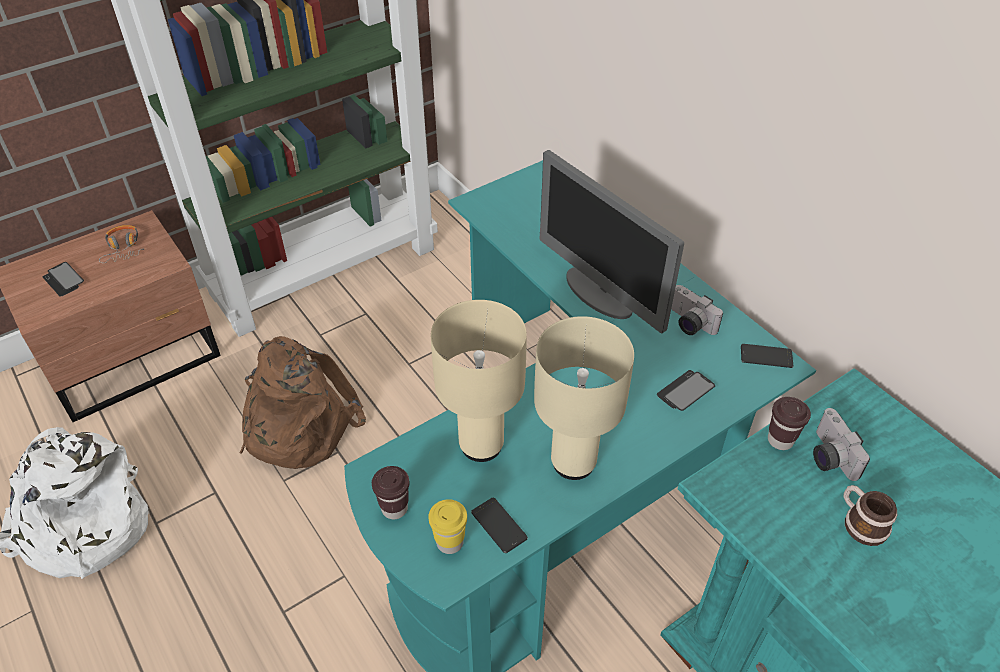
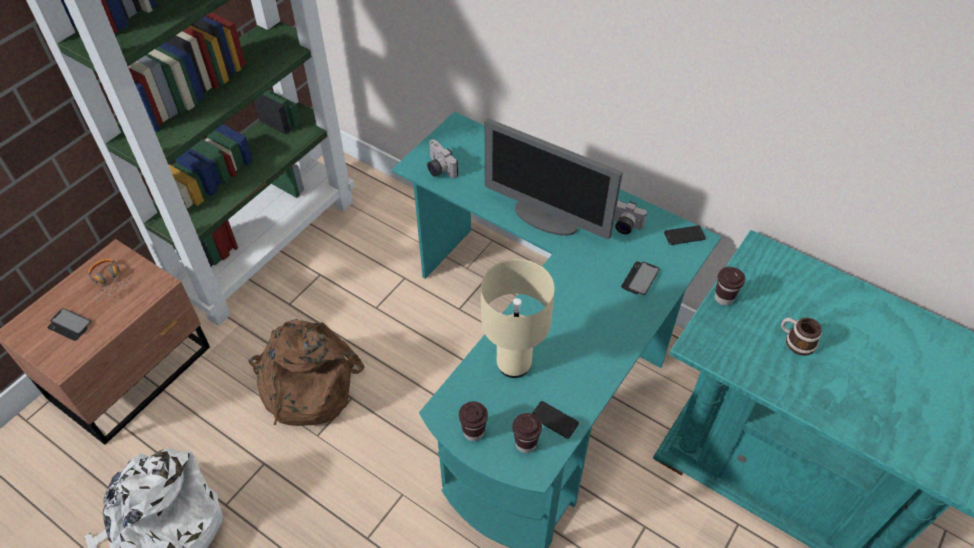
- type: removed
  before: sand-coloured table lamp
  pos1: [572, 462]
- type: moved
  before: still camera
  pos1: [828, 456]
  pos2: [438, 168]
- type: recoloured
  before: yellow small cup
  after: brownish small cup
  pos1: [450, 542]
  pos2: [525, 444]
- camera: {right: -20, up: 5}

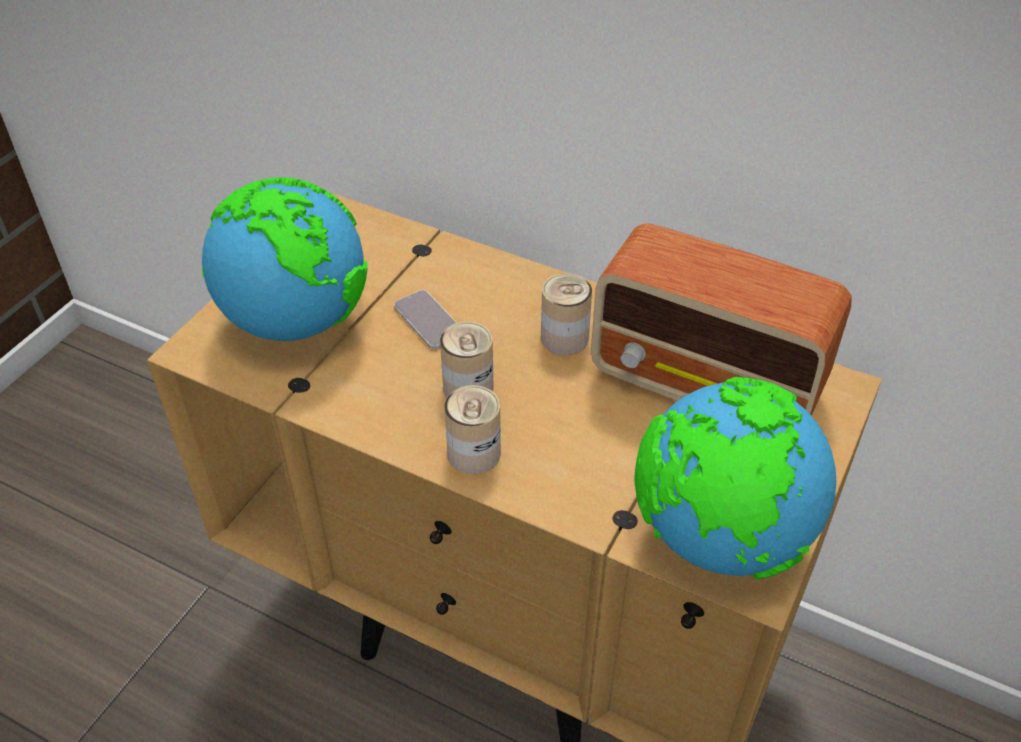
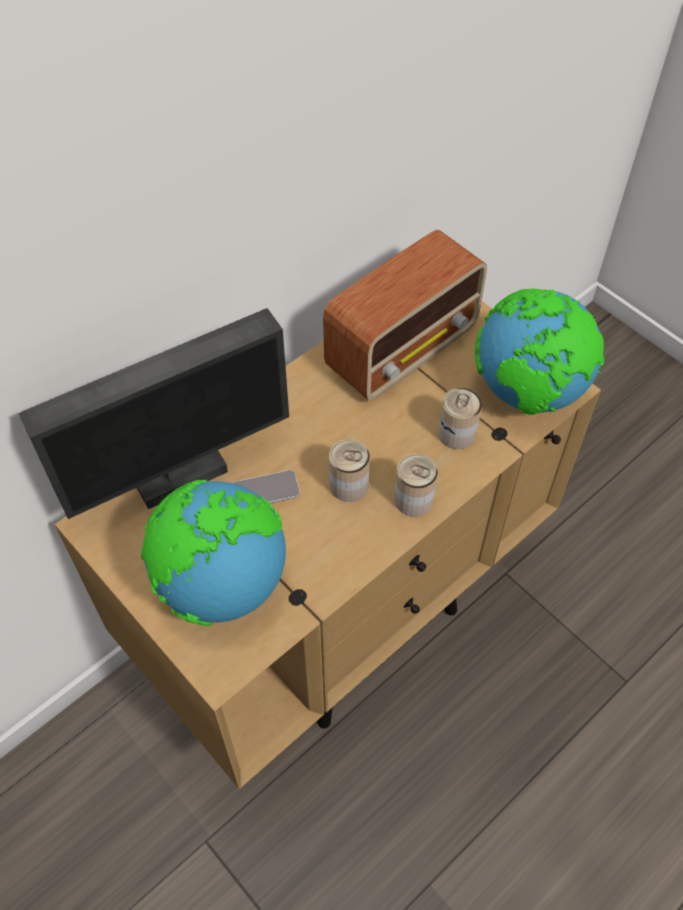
- type: added
  after: monitor
  pos2: [180, 477]
- type: moved
  before: can
  pos1: [564, 338]
  pos2: [457, 433]
- camera: {right: -70, up: 10}

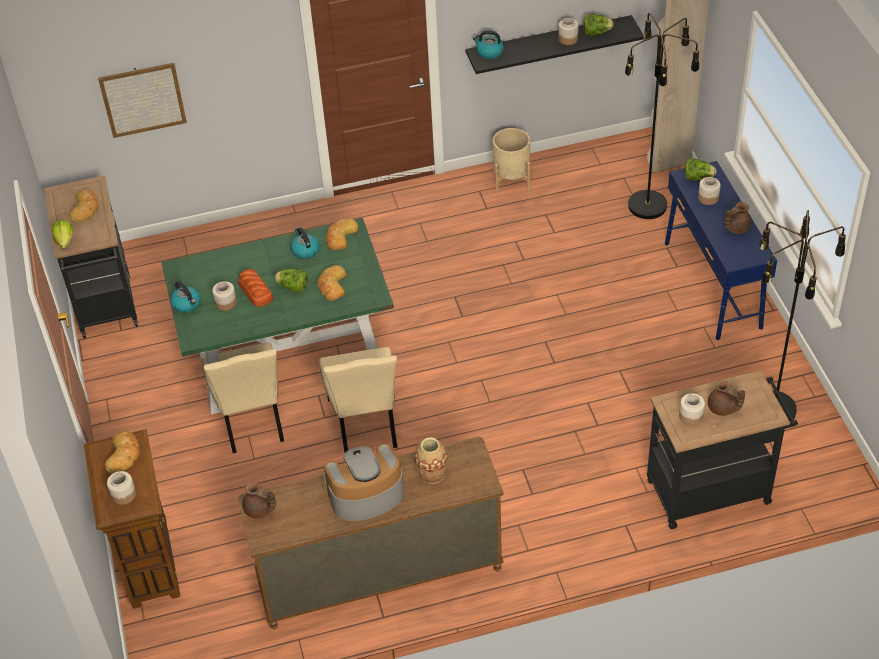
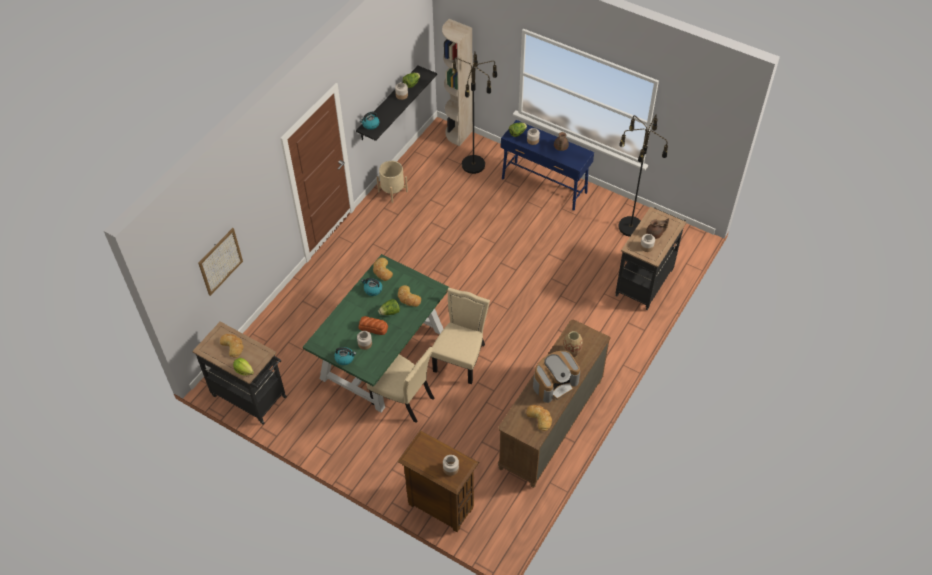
- type: removed
  before: brownish tea pot
  pos1: [260, 510]
- type: moved
  before: bakery bread
  pos1: [124, 455]
  pos2: [540, 418]
- type: turned
  before: sand-coloured upright chair
  pos1: [365, 420]
  pos2: [460, 359]
  turn: -105
- type: turned
  before: coffee brewer
  pos1: [366, 495]
  pos2: [555, 383]
  turn: -150
- camera: {right: -45, up: 5}

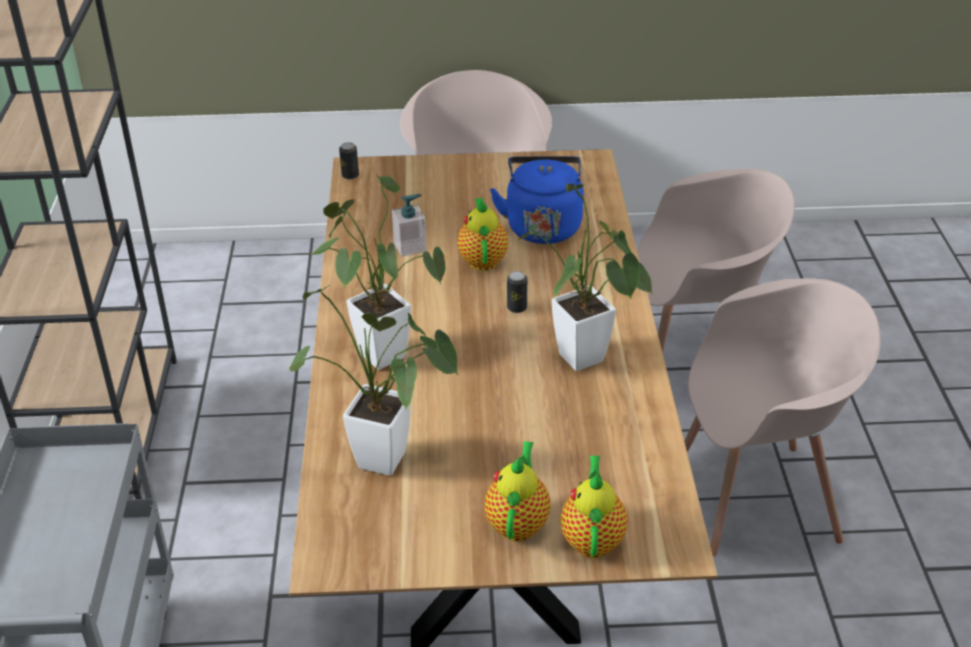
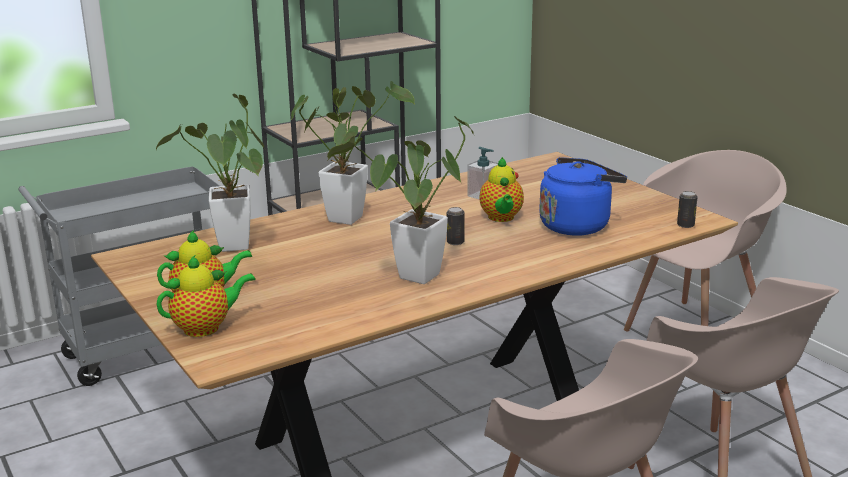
- type: moved
  before: can
  pos1: [350, 175]
  pos2: [685, 225]
- type: turned
  before: tea pot
  pos1: [482, 259]
  pos2: [501, 218]
  turn: 120
- camera: {right: 60, up: -15}

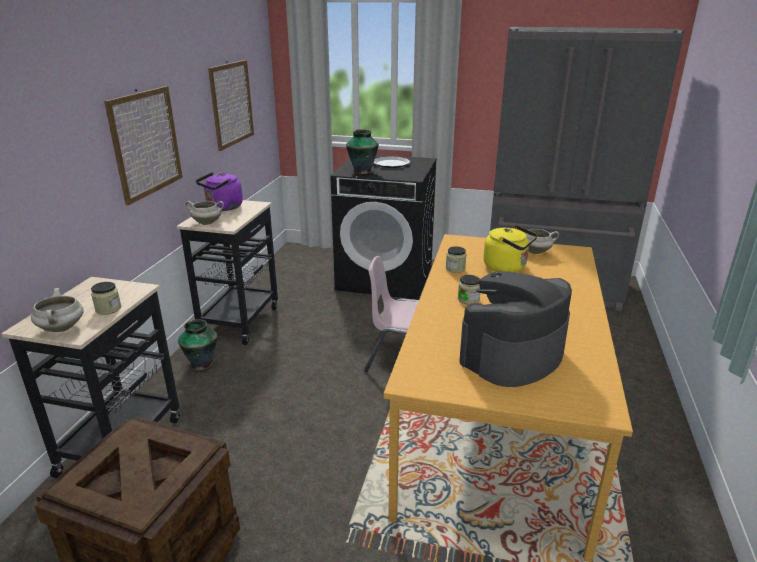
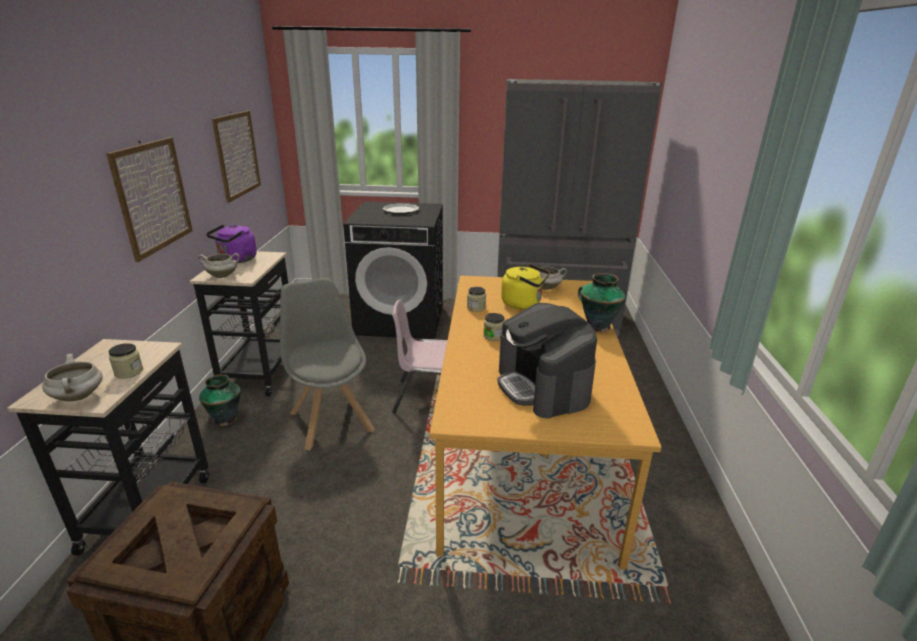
- type: added
  after: grey upright chair
  pos2: [330, 419]
- type: moved
  before: decorative vase
  pos1: [362, 171]
  pos2: [597, 326]
- type: turned
  before: coffee brewer
  pos1: [512, 356]
  pos2: [543, 386]
  turn: -60
- camera: {right: -10, up: 0}

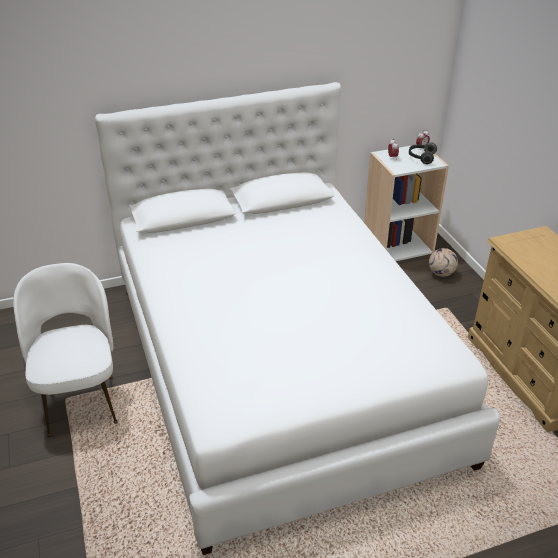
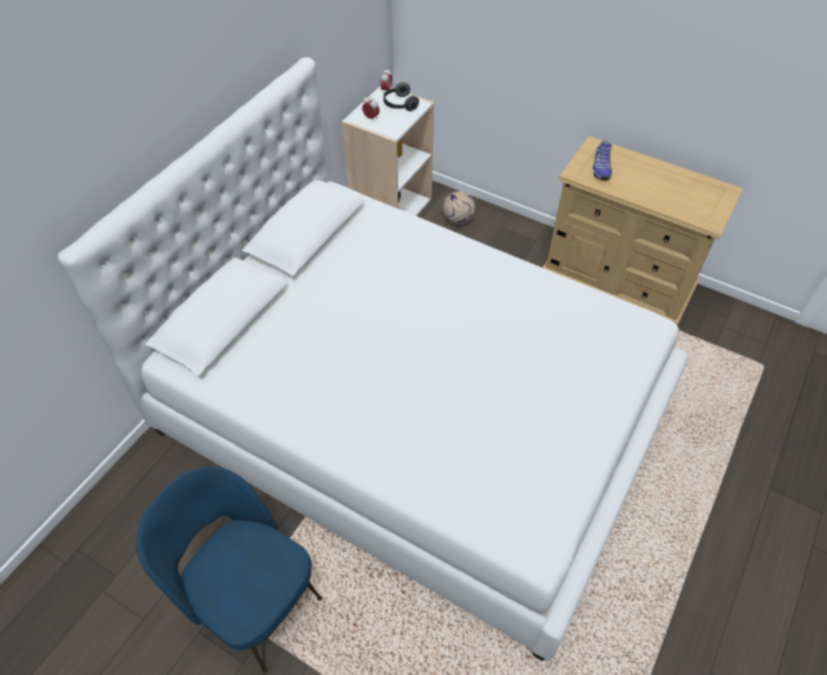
- type: added
  after: low shoe
  pos2: [600, 168]
- type: recoloured
  before: white-coloured upright chair
  after: blue upright chair
  pos1: [81, 400]
  pos2: [254, 602]
- camera: {right: -40, up: 15}

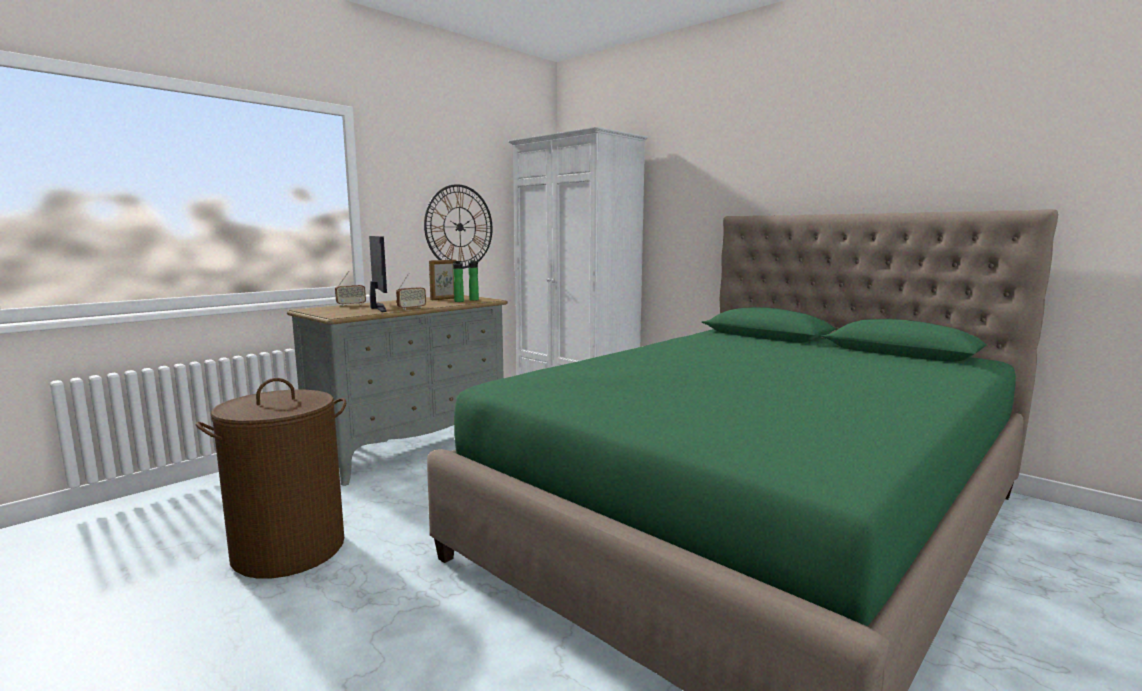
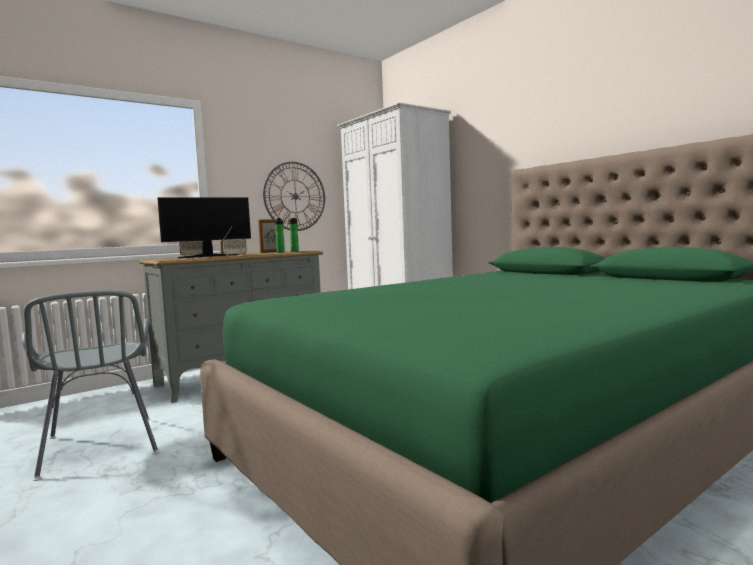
- type: replaced
  before: brownish laundry basket
  after: grey upright chair
  pos1: [288, 550]
  pos2: [100, 447]
- type: turned
  before: monitor
  pos1: [377, 307]
  pos2: [208, 256]
  turn: 75
- camera: {right: 10, up: -5}

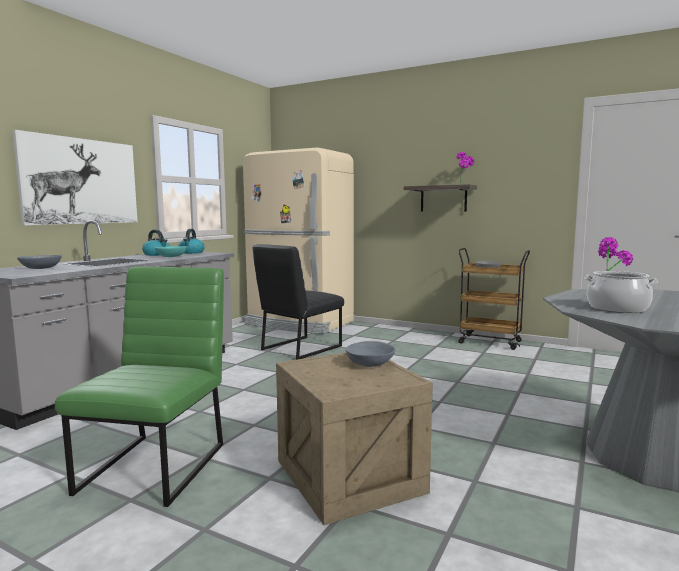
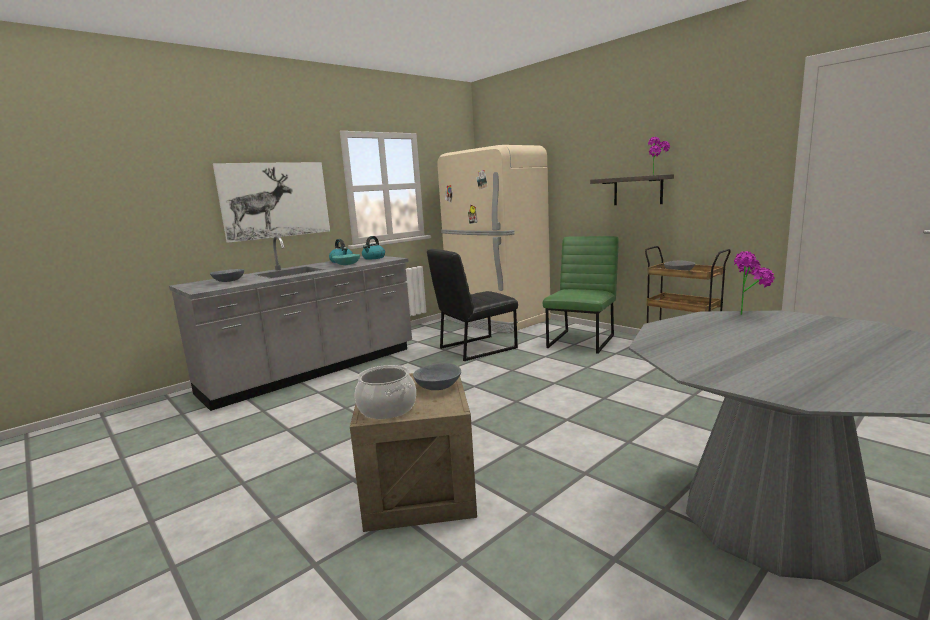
- type: moved
  before: greenish upright chair
  pos1: [157, 465]
  pos2: [582, 340]
- type: moved
  before: cooking pot
  pos1: [617, 308]
  pos2: [387, 408]
- camera: {right: 20, up: 5}

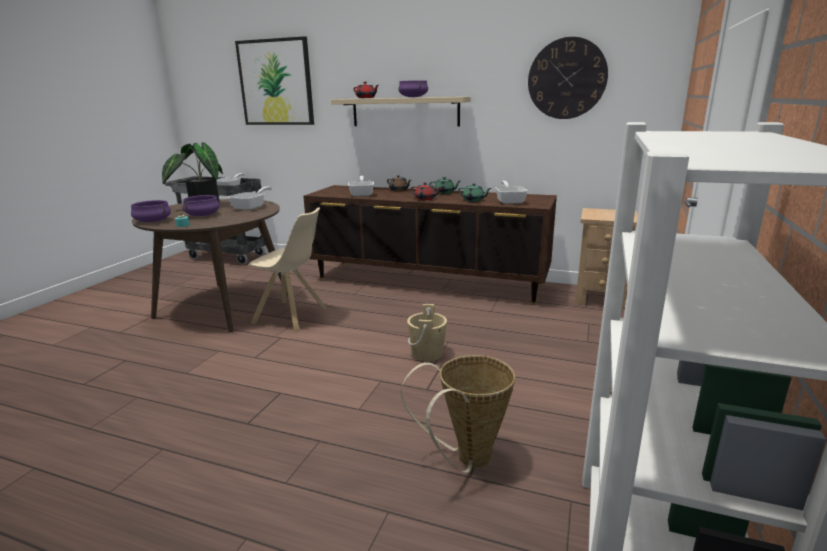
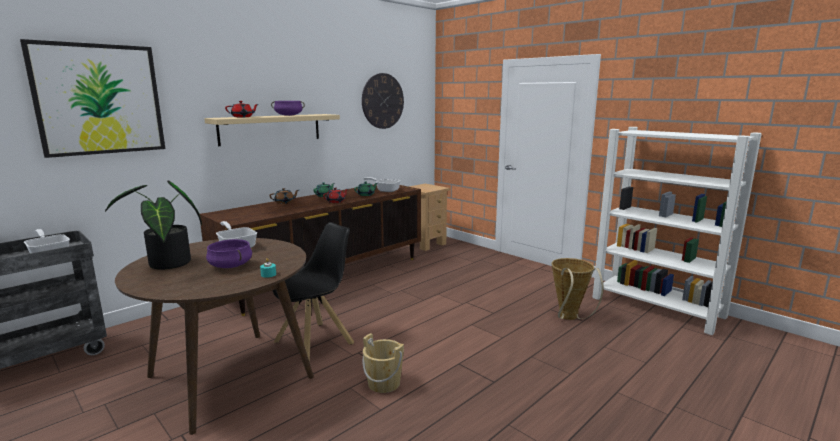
- type: removed
  before: purple-coloured cooking pot
  pos1: [152, 221]
- type: removed
  before: frying pan
  pos1: [362, 194]
- type: moved
  before: sand-coloured water bucket
  pos1: [427, 353]
  pos2: [384, 383]
- type: recoloured
  before: sand-coloured upright chair
  after: blackish upright chair
  pos1: [292, 316]
  pos2: [316, 341]
- camera: {right: -65, up: -5}

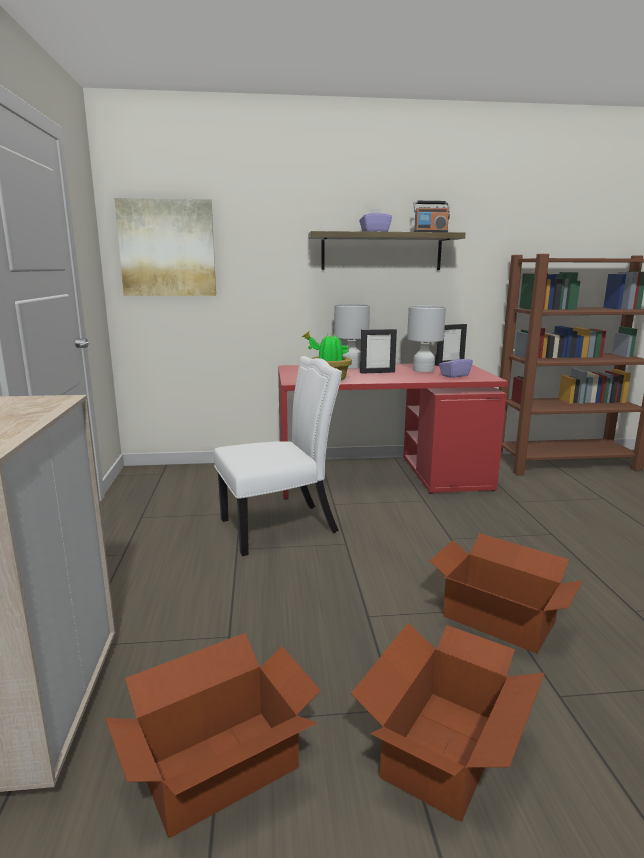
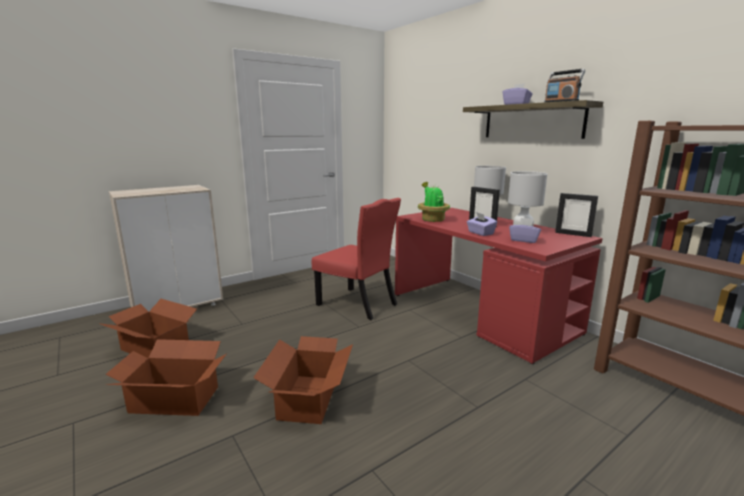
- type: removed
  before: wall picture
  pos1: [167, 248]
- type: added
  after: purple-coloured box of tissues
  pos2: [480, 233]
- type: recoloured
  before: white-coloured upright chair
  after: reddish upright chair
  pos1: [277, 528]
  pos2: [356, 303]
- camera: {right: 60, up: 0}

